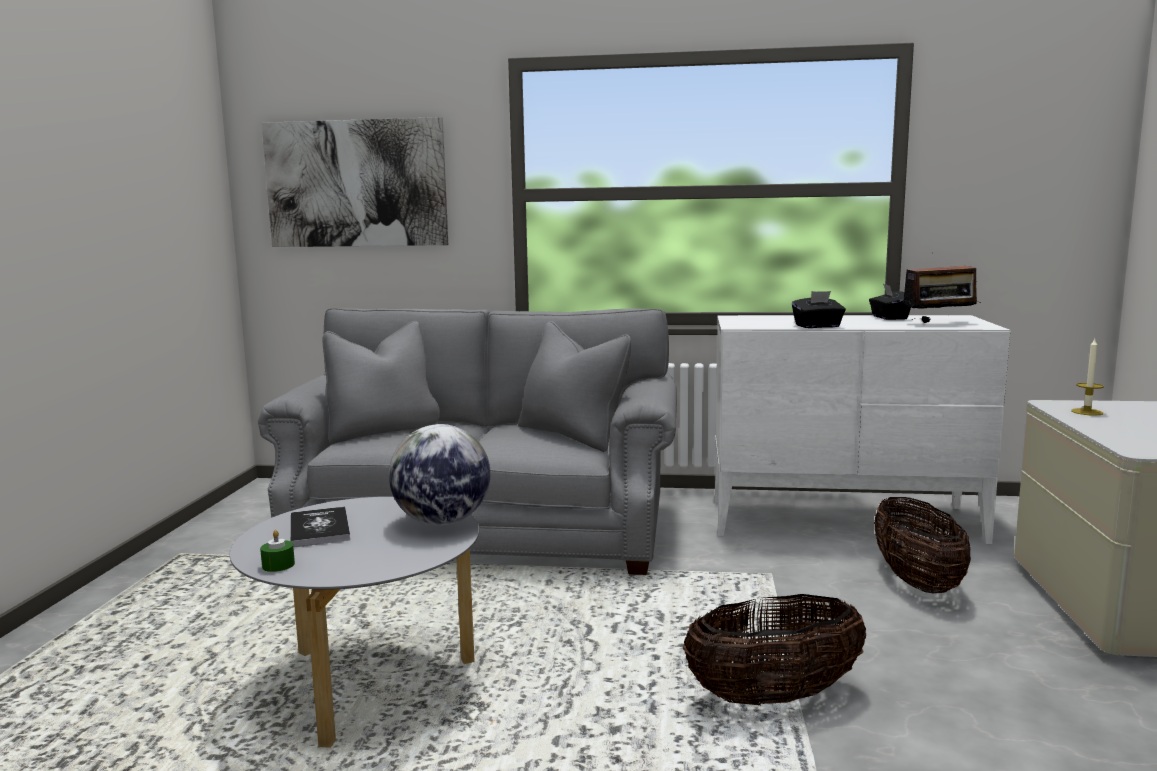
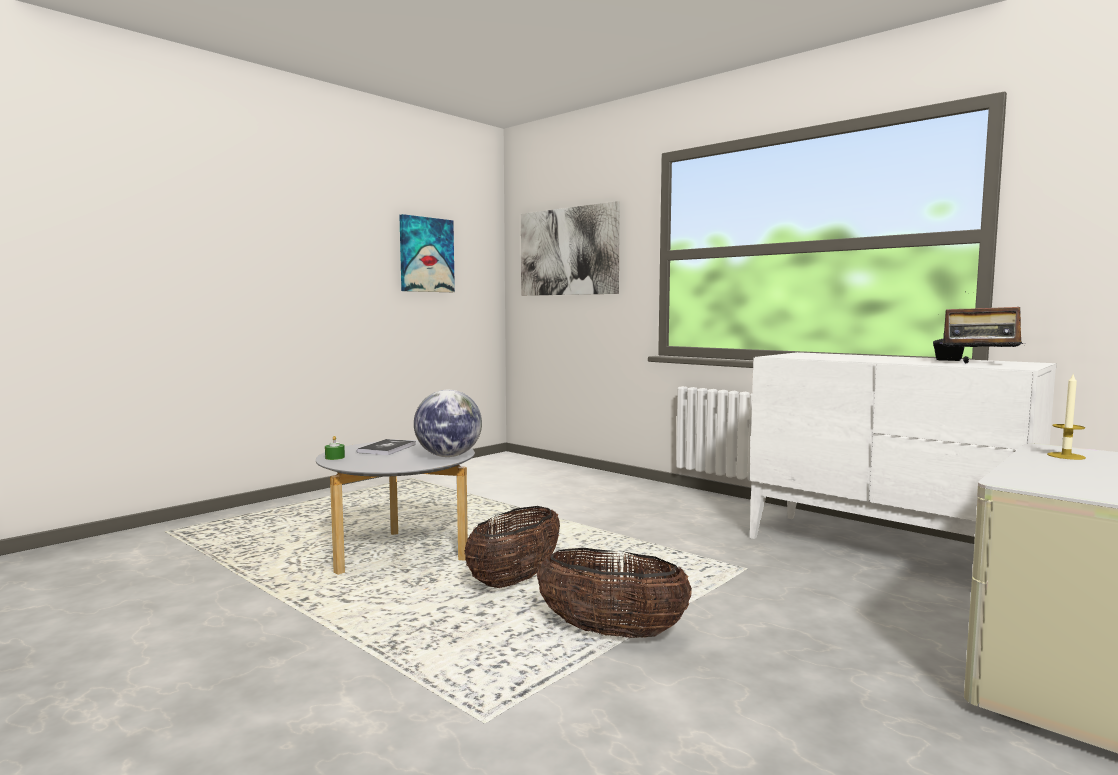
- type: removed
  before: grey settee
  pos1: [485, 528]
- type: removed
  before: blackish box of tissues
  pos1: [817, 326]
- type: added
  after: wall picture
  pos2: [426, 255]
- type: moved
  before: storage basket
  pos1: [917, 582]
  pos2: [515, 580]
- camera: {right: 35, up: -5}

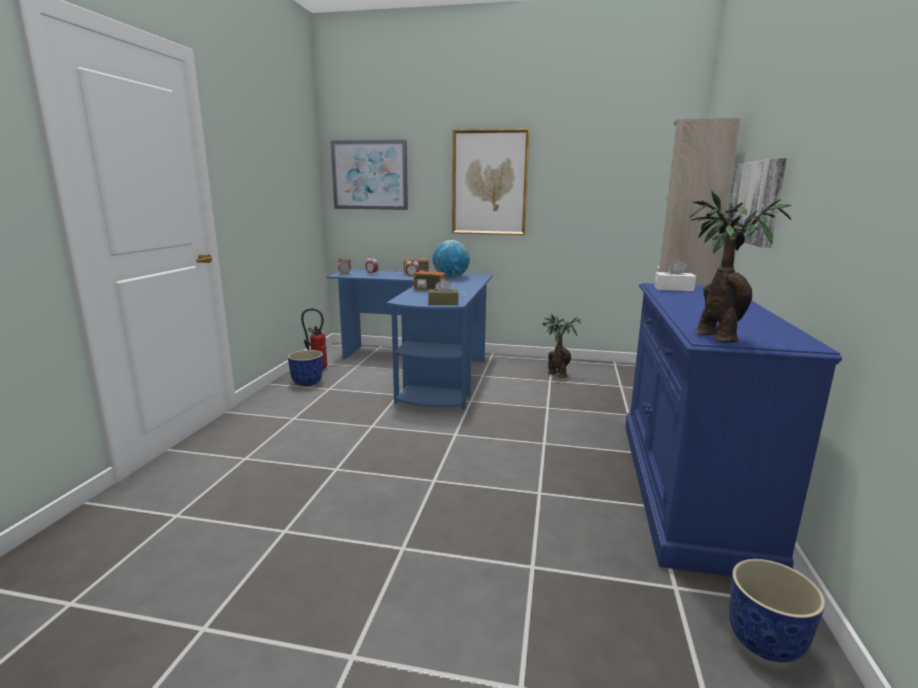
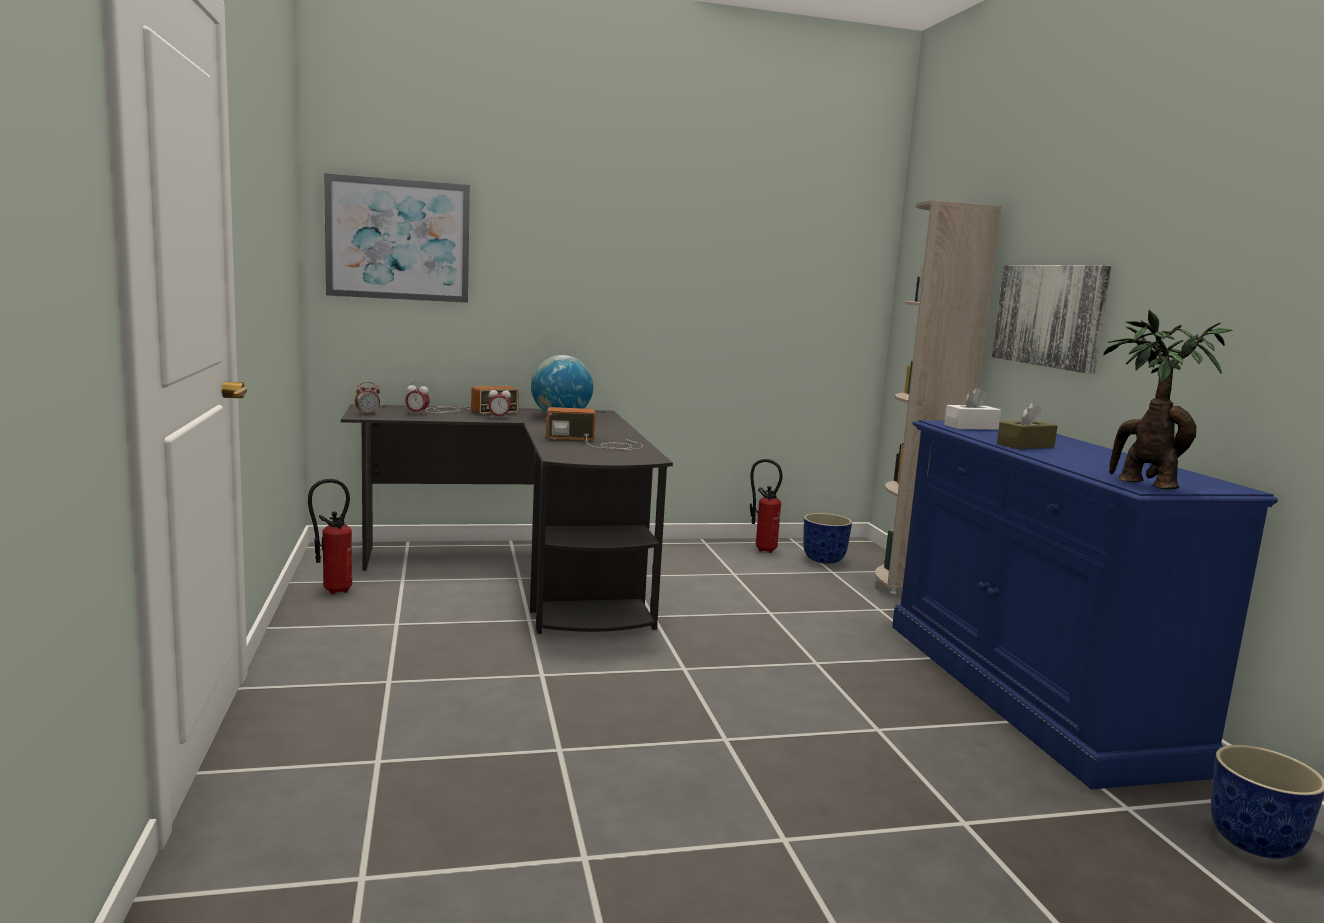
- type: removed
  before: wall picture
  pos1: [489, 183]
- type: removed
  before: plant in a pot
  pos1: [556, 374]
- type: added
  after: extinguisher
  pos2: [762, 549]
- type: moved
  before: flower pot
  pos1: [307, 383]
  pos2: [823, 560]
- type: moved
  before: brownish box of tissues
  pos1: [443, 303]
  pos2: [1025, 445]
- type: recoloured
  before: blue desk
  after: blackish desk
  pos1: [424, 369]
  pos2: [526, 574]
- camera: {right: -25, up: -5}

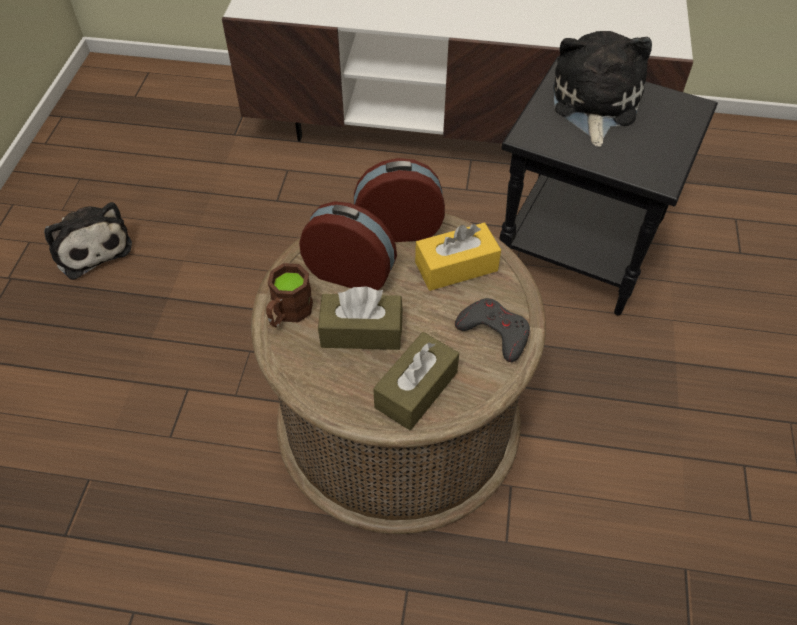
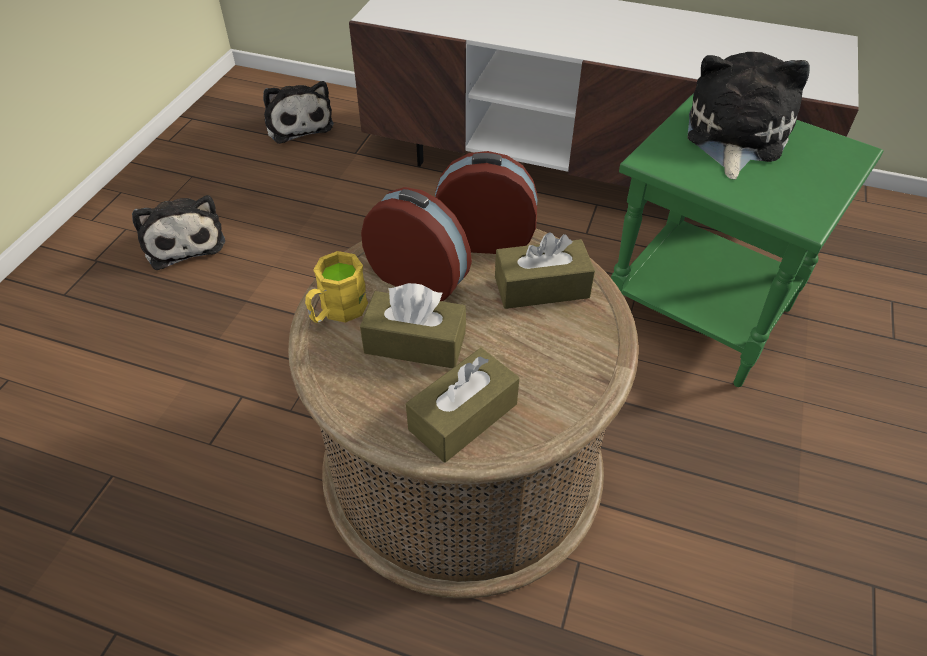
- type: removed
  before: grey joypad
  pos1: [494, 332]
- type: added
  after: cuddly toy
  pos2: [298, 123]
- type: recoloured
  before: brownish mug
  after: yellow mug
  pos1: [288, 313]
  pos2: [337, 311]
- type: recoloured
  before: yellow box of tissues
  after: brownish box of tissues
  pos1: [456, 267]
  pos2: [541, 287]
- type: recoloured
  before: blackish side table
  after: greenish side table
  pos1: [574, 255]
  pos2: [695, 315]
- camera: {right: 10, up: -5}

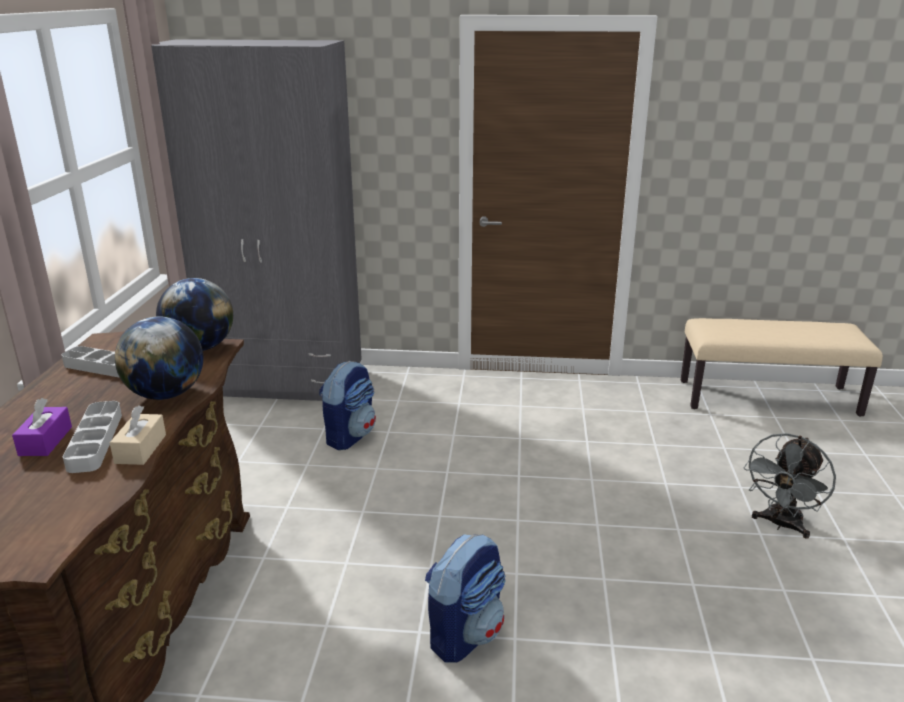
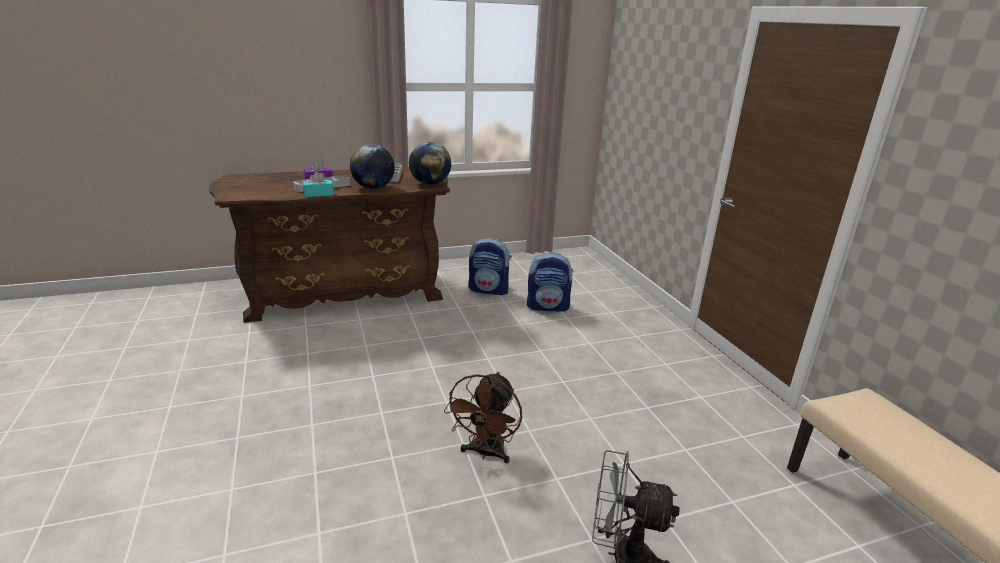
- type: removed
  before: grey armoire
  pos1: [280, 383]
- type: added
  after: brownish cooling fan
  pos2: [485, 453]
- type: moved
  before: rucksack
  pos1: [465, 634]
  pos2: [489, 290]
- type: recoloured
  before: sand-coloured box of tissues
  after: turquoise box of tissues
  pos1: [140, 449]
  pos2: [318, 194]
- camera: {right: 65, up: 0}

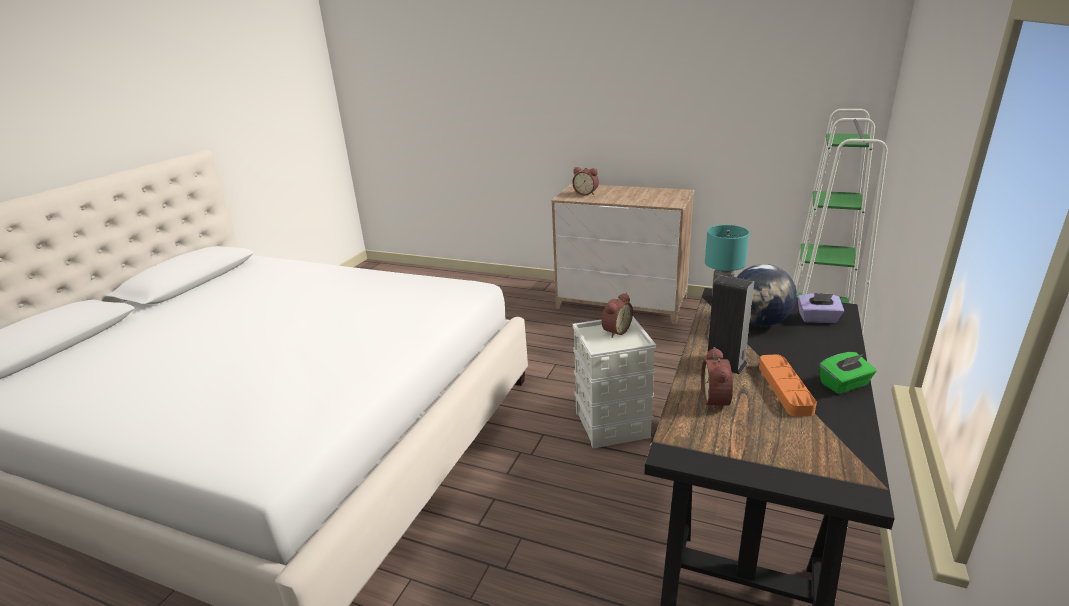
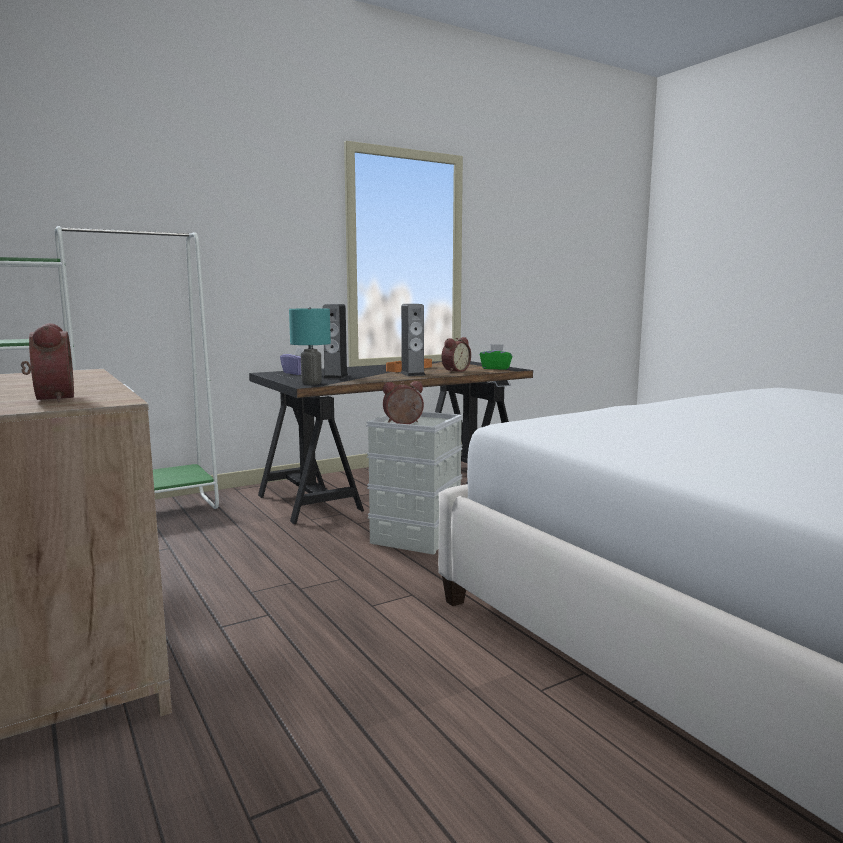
- type: moved
  before: greenish box of tissues
  pos1: [844, 385]
  pos2: [496, 368]
- type: replaced
  before: globe
  after: loudspeaker
  pos1: [759, 323]
  pos2: [336, 377]
- camera: {right: -145, up: -15}

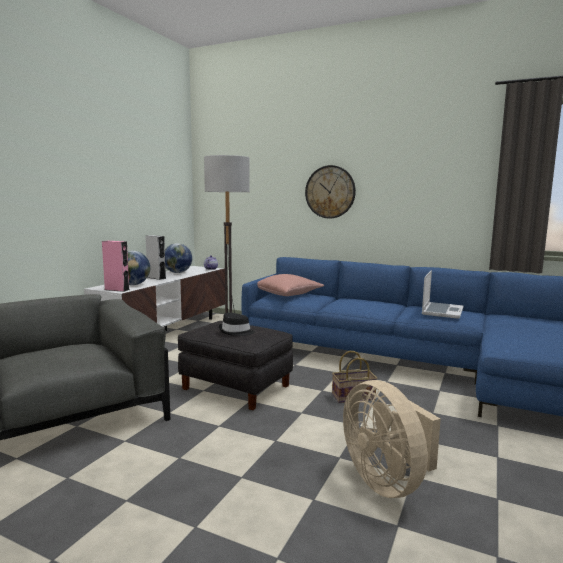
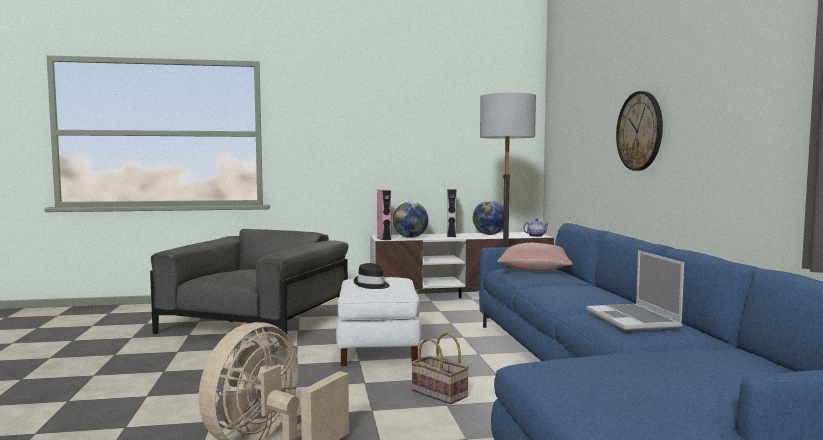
- type: recoloured
  before: blackish ottoman
  after: white-coloured ottoman
  pos1: [235, 387]
  pos2: [377, 349]
- type: turned
  before: portable computer
  pos1: [441, 311]
  pos2: [633, 319]
  turn: 90
- camera: {right: 55, up: -5}

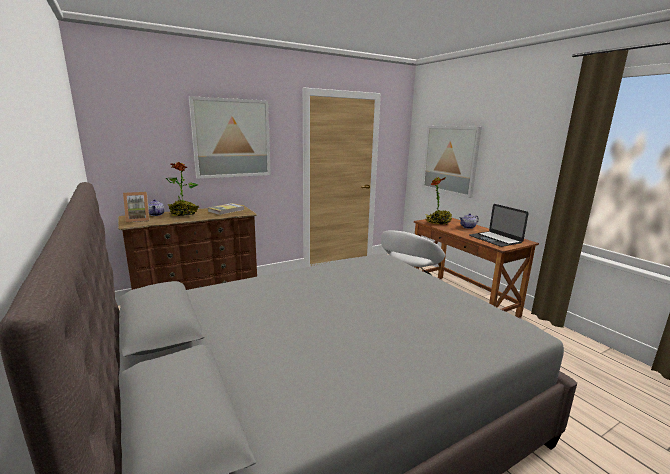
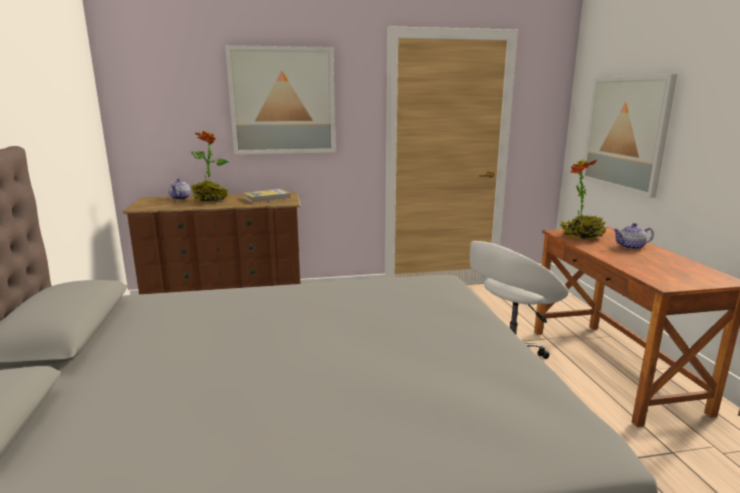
- type: removed
  before: picture frame
  pos1: [138, 220]
- type: removed
  before: portable computer
  pos1: [495, 239]
- camera: {right: 20, up: 0}

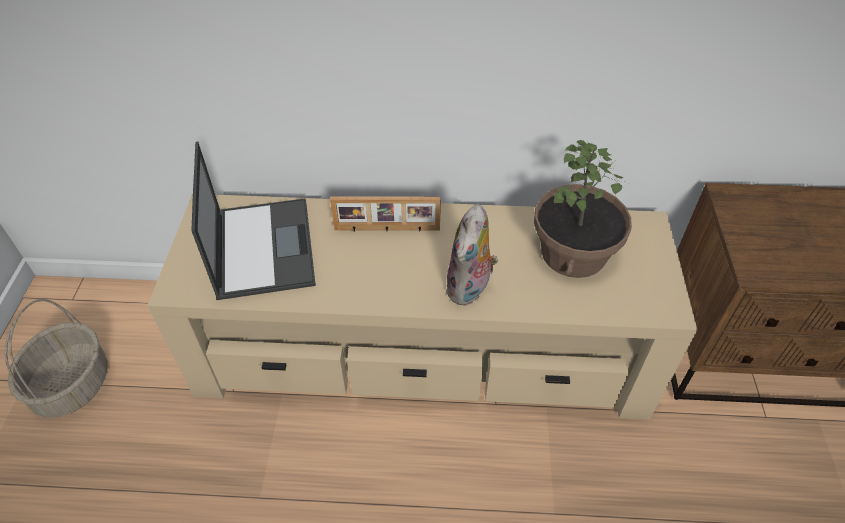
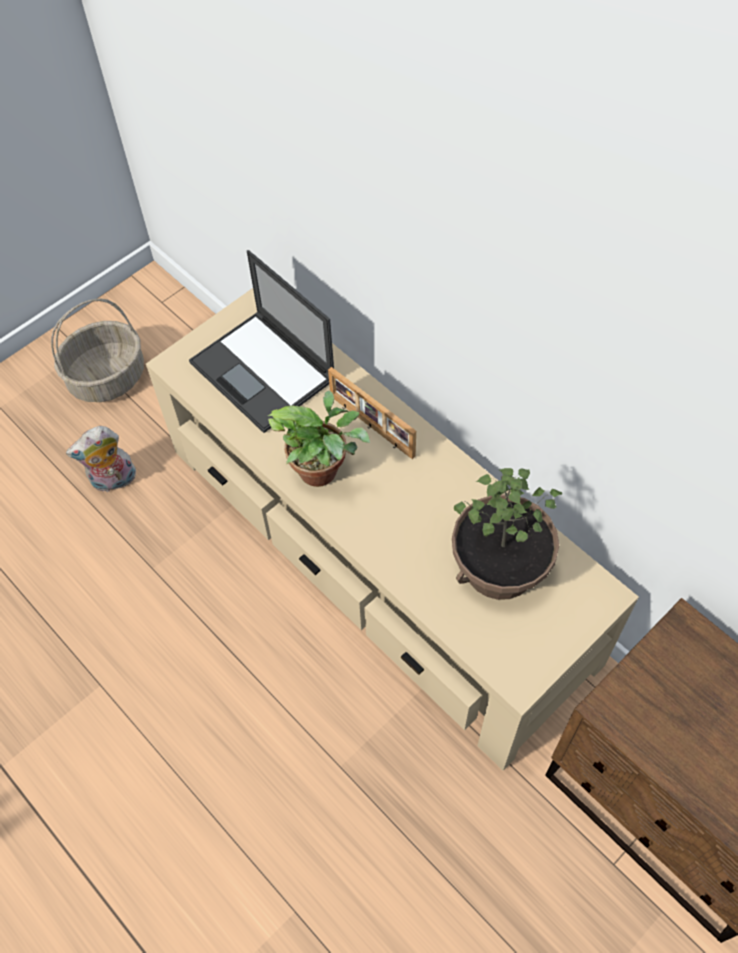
- type: added
  after: plant in a pot
  pos2: [323, 470]
- type: moved
  before: cuddly toy
  pos1: [470, 289]
  pos2: [113, 481]
- type: turned
  before: portable computer
  pos1: [263, 247]
  pos2: [264, 372]
  turn: 105
- camera: {right: 45, up: 10}

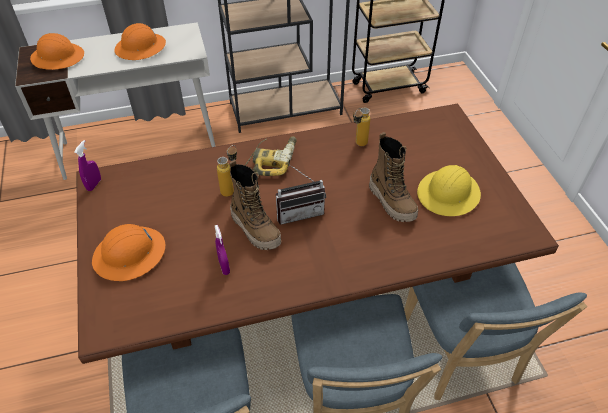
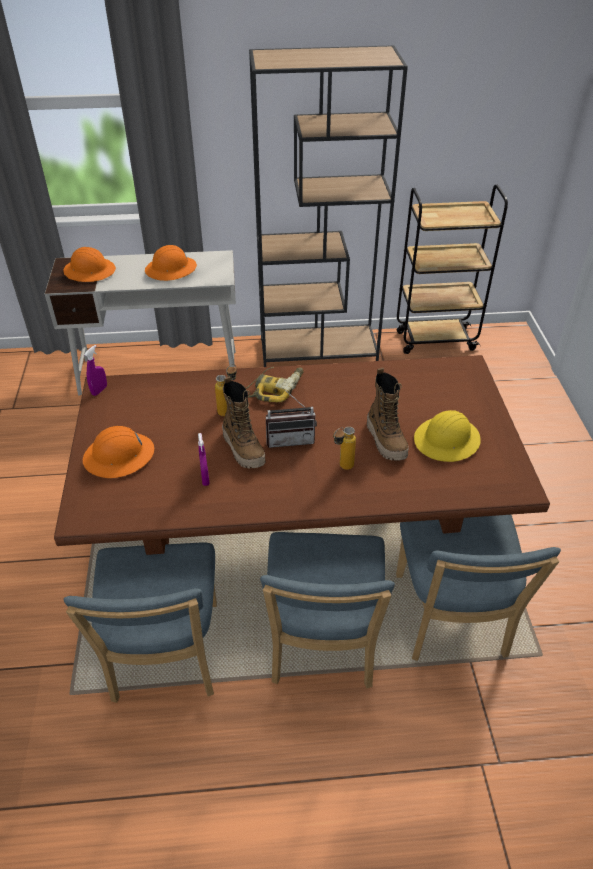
- type: moved
  before: bottle
  pos1: [358, 145]
  pos2: [342, 468]
- camera: {right: 10, up: -5}

